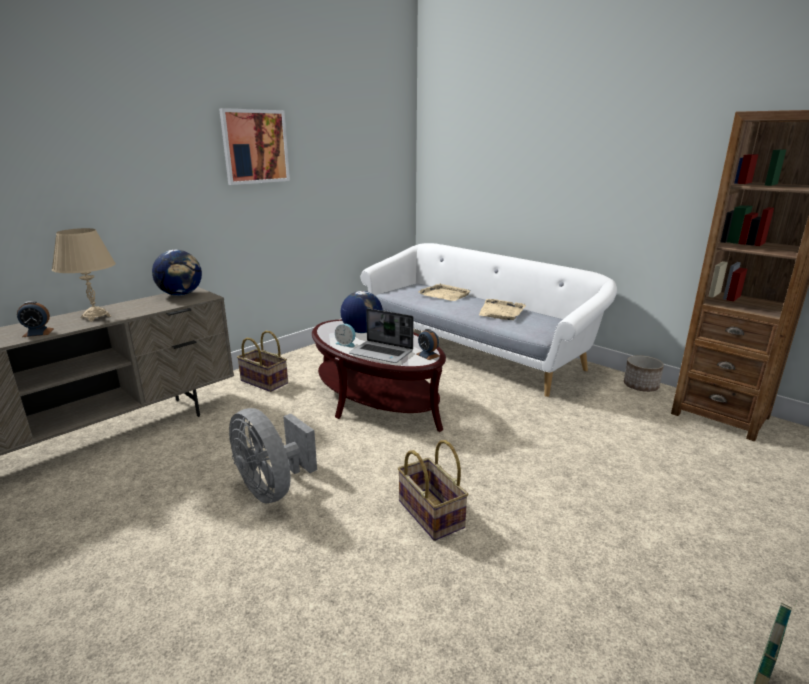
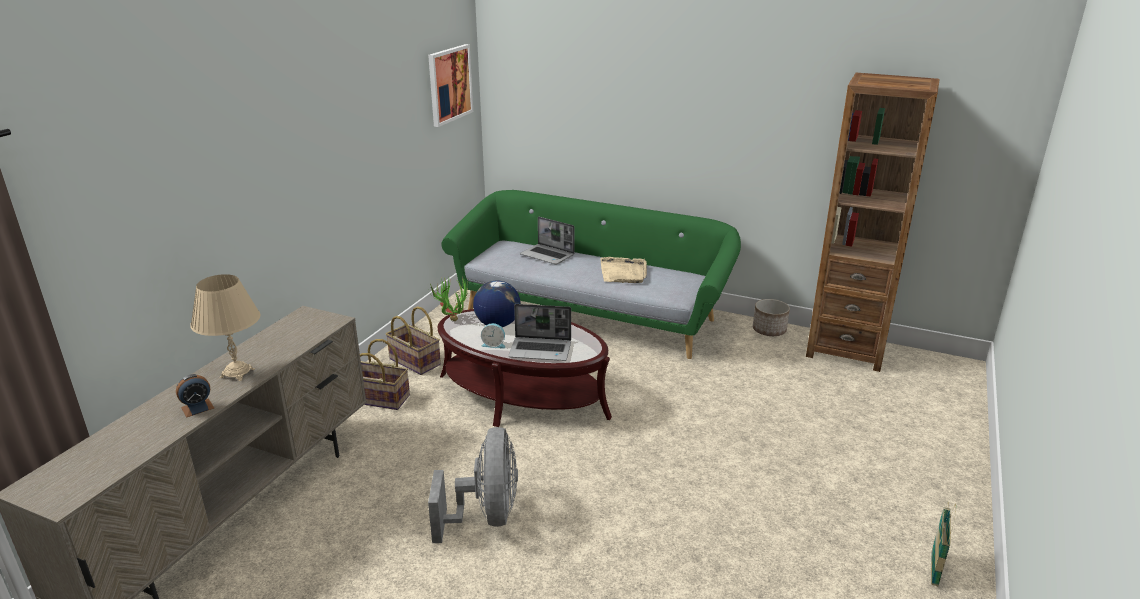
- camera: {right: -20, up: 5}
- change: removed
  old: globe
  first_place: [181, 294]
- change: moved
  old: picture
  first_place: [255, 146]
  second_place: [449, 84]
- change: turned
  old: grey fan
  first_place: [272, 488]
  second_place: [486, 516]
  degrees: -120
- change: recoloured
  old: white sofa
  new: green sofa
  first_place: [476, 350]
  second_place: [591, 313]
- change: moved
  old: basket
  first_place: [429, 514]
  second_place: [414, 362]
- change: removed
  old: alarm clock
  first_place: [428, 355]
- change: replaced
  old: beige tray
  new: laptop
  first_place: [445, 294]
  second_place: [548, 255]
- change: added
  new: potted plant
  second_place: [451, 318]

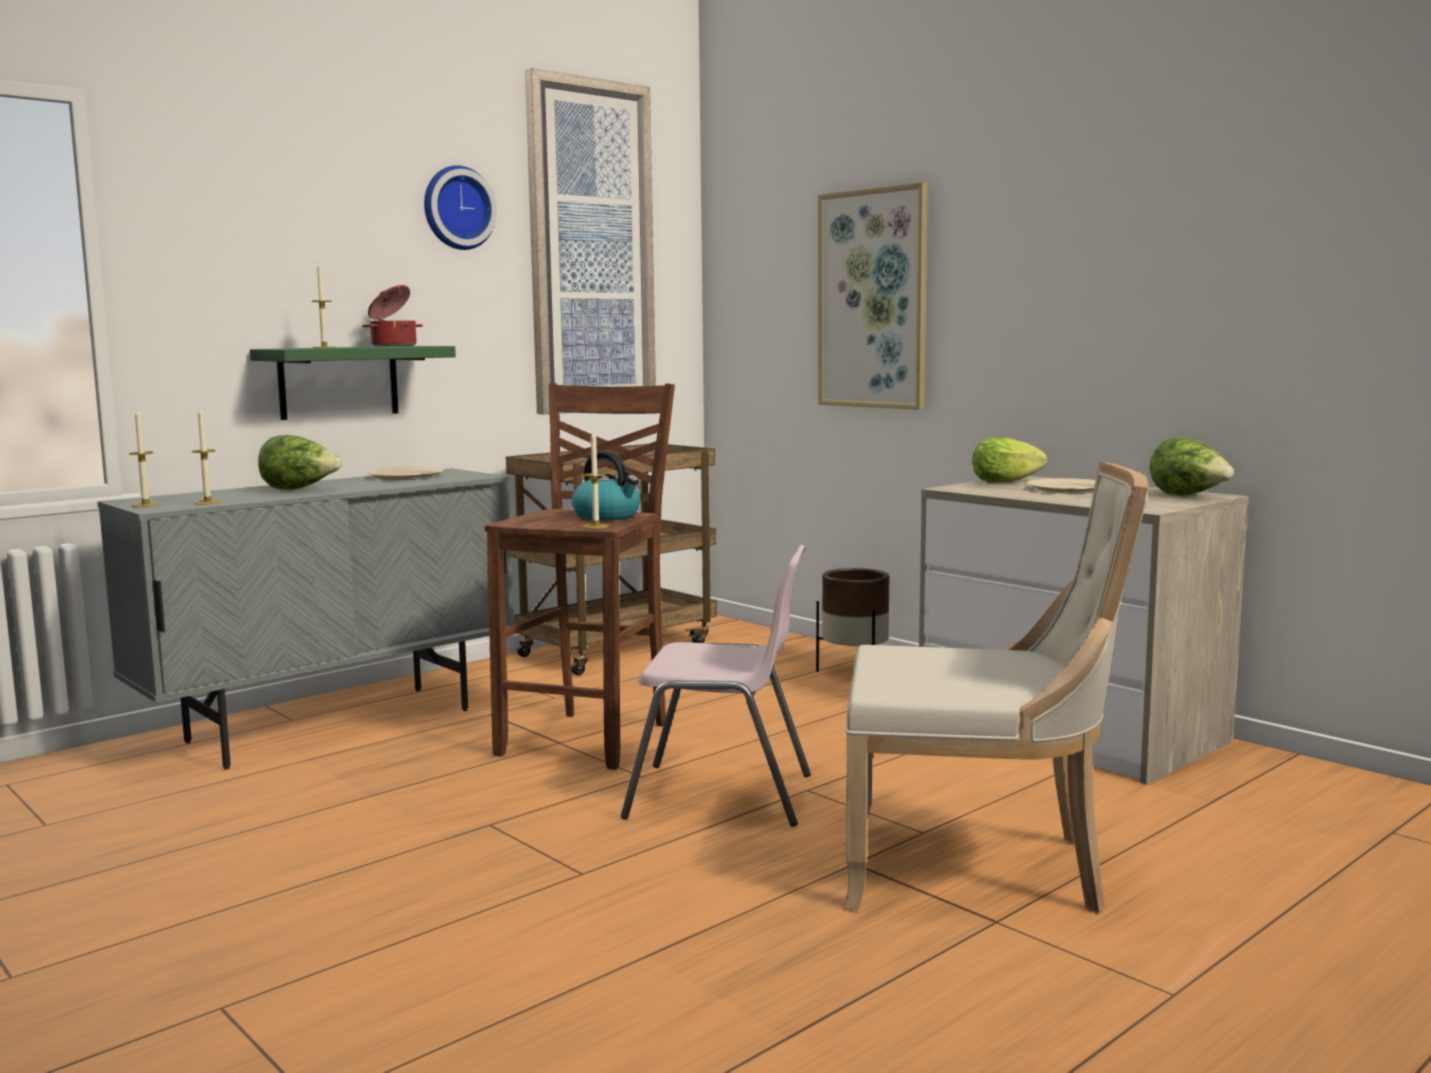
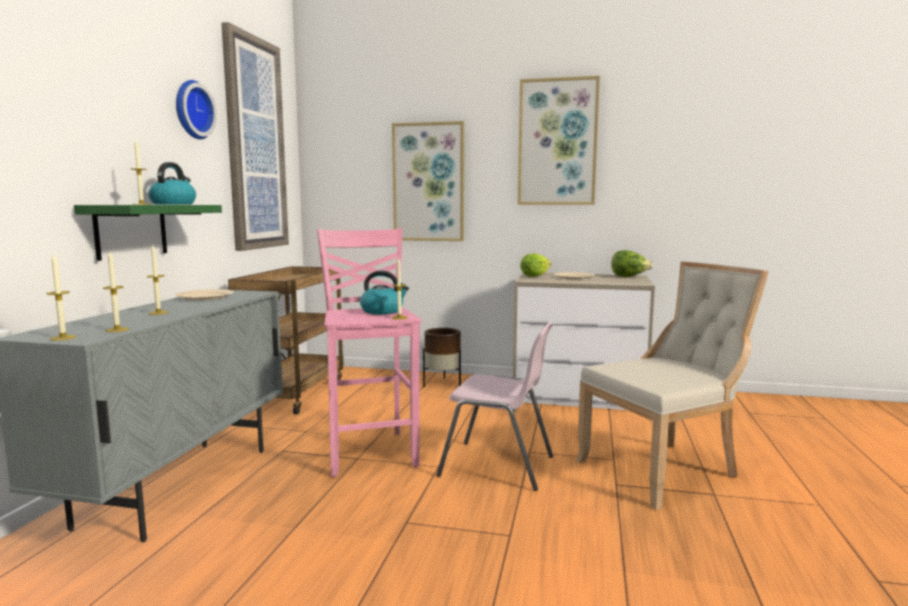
- camera: {right: -35, up: 0}
- change: replaced
  old: lettuce
  new: candle
  first_place: [299, 489]
  second_place: [158, 313]
- change: replaced
  old: cooking pot
  new: kettle
  first_place: [393, 346]
  second_place: [173, 204]
- change: recoloured
  old: brown stool
  new: pink stool
  first_place: [590, 738]
  second_place: [371, 451]
- change: turned
  old: pink chair
  first_place: [723, 796]
  second_place: [499, 466]
  degrees: 45
- change: added
  new: picture
  second_place: [557, 142]

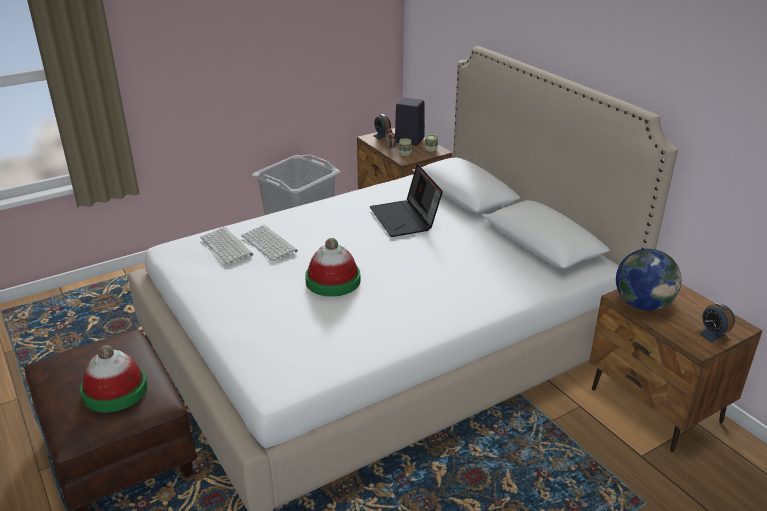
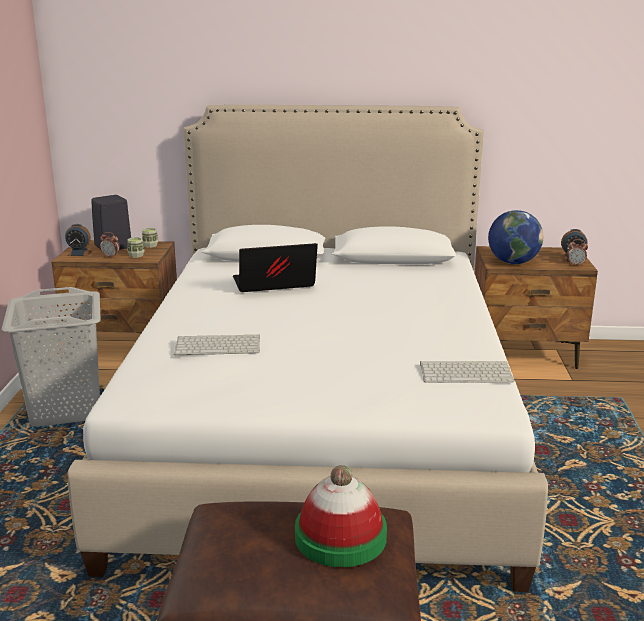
- camera: {right: -55, up: -10}
- change: moved
  old: keyboard
  first_place: [227, 246]
  second_place: [466, 372]
- change: removed
  old: hat
  first_place: [333, 281]
- change: turned
  old: laptop
  first_place: [405, 219]
  second_place: [273, 285]
  degrees: 150
- change: added
  new: alarm clock
  second_place: [575, 265]

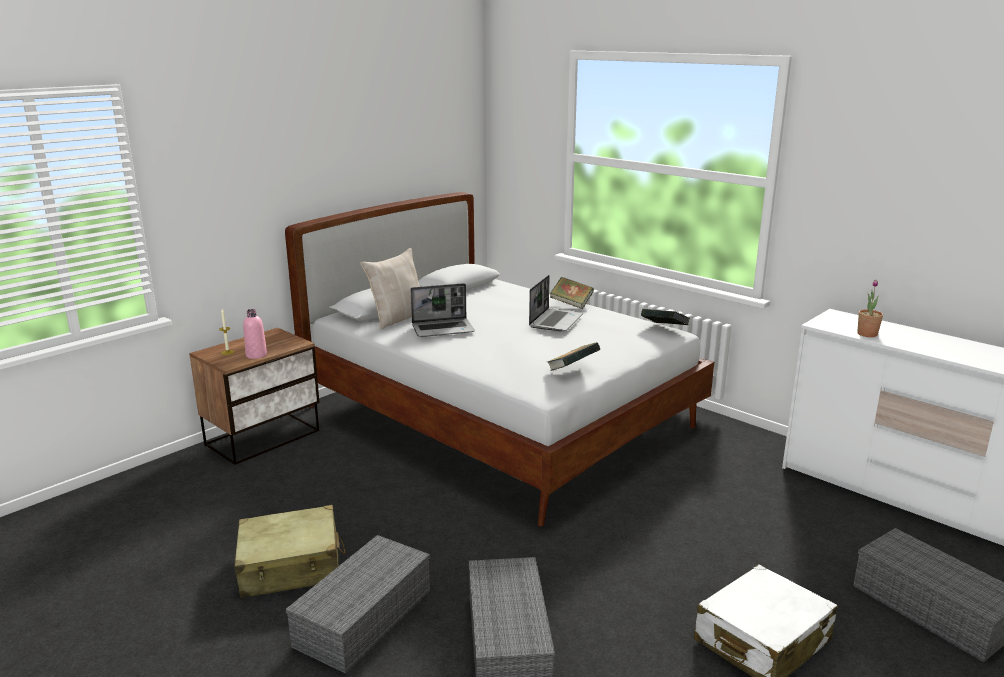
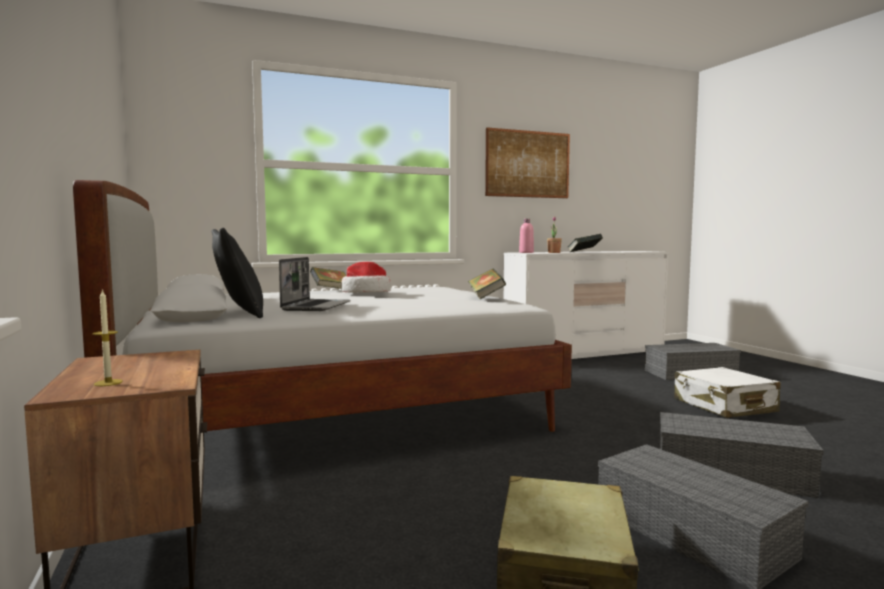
- camera: {right: -65, up: -15}
- change: moved
  old: pink bottle
  first_place: [256, 355]
  second_place: [526, 252]
- change: recoloured
  old: beige pillow
  new: black pillow
  first_place: [398, 318]
  second_place: [238, 313]
- change: replaced
  old: laptop
  new: hat
  first_place: [555, 321]
  second_place: [366, 293]
- change: moved
  old: book
  first_place: [664, 329]
  second_place: [584, 252]
- change: added
  new: picture
  second_place: [528, 164]

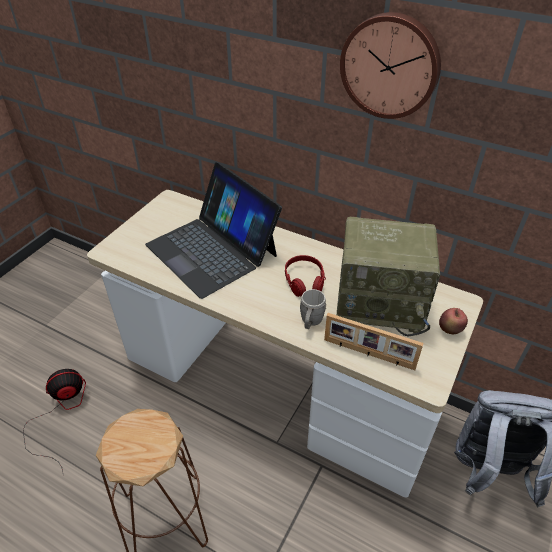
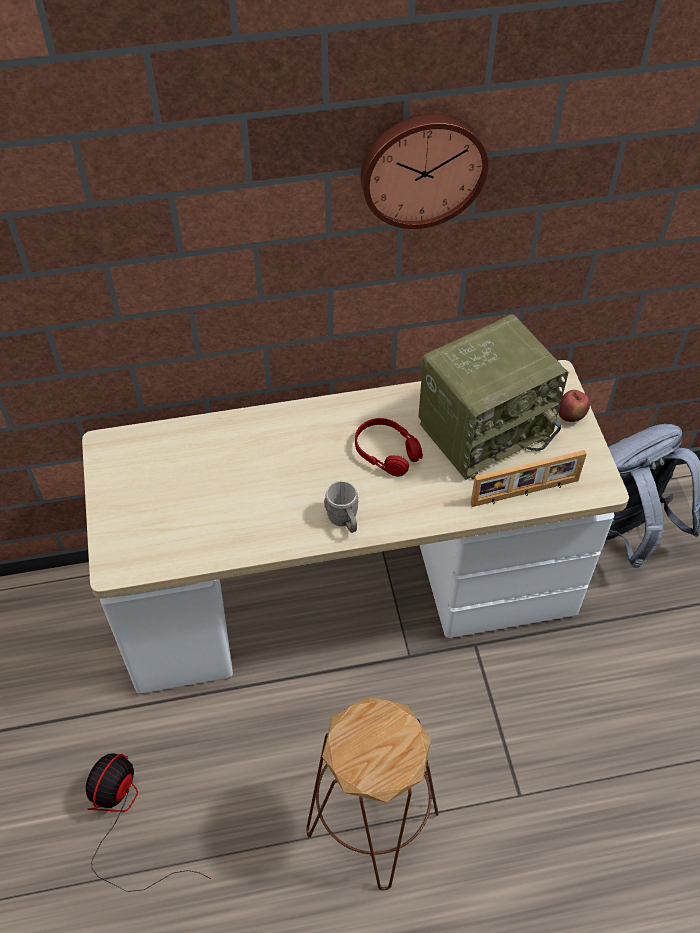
- camera: {right: -40, up: 10}
- change: removed
  old: laptop
  first_place: [212, 249]
- change: moved
  old: grey mug
  first_place: [310, 322]
  second_place: [344, 521]

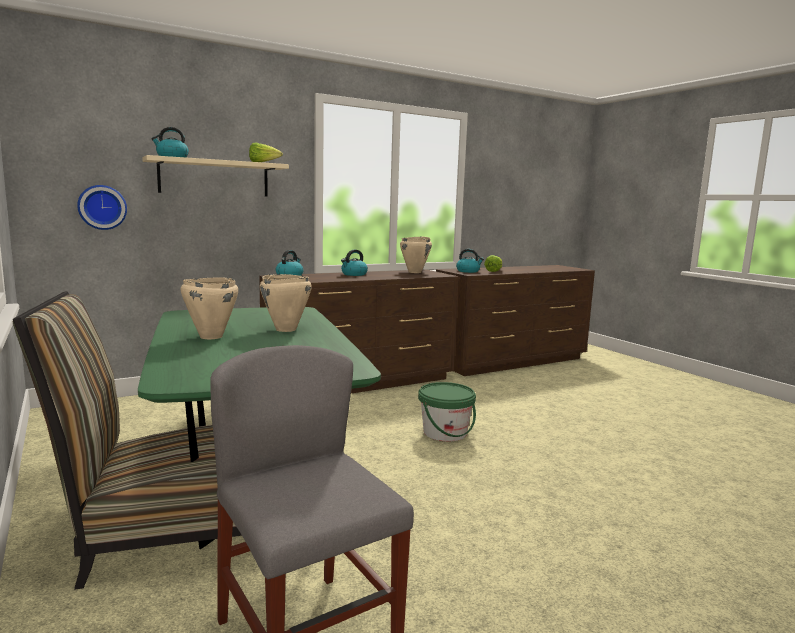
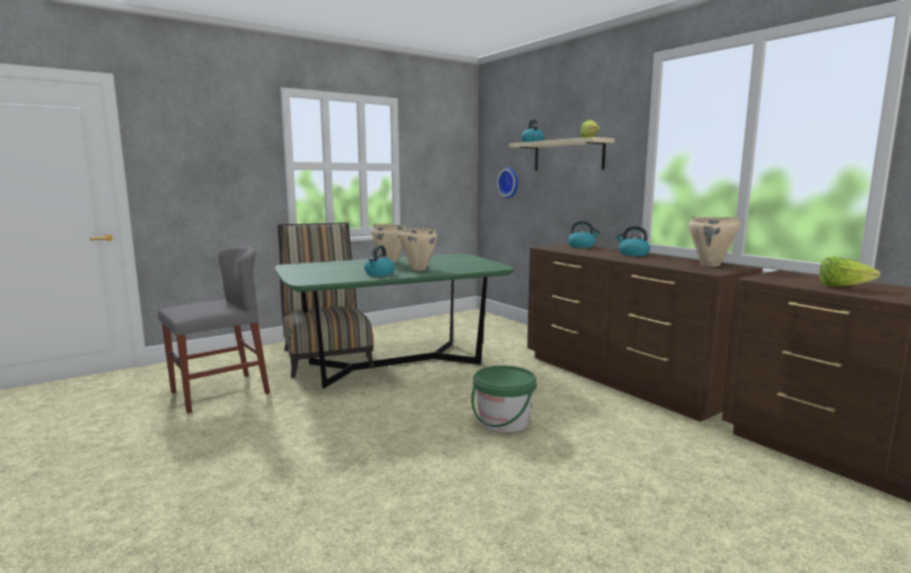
- camera: {right: 85, up: 0}
- change: moved
  old: kettle
  first_place: [468, 271]
  second_place: [379, 274]

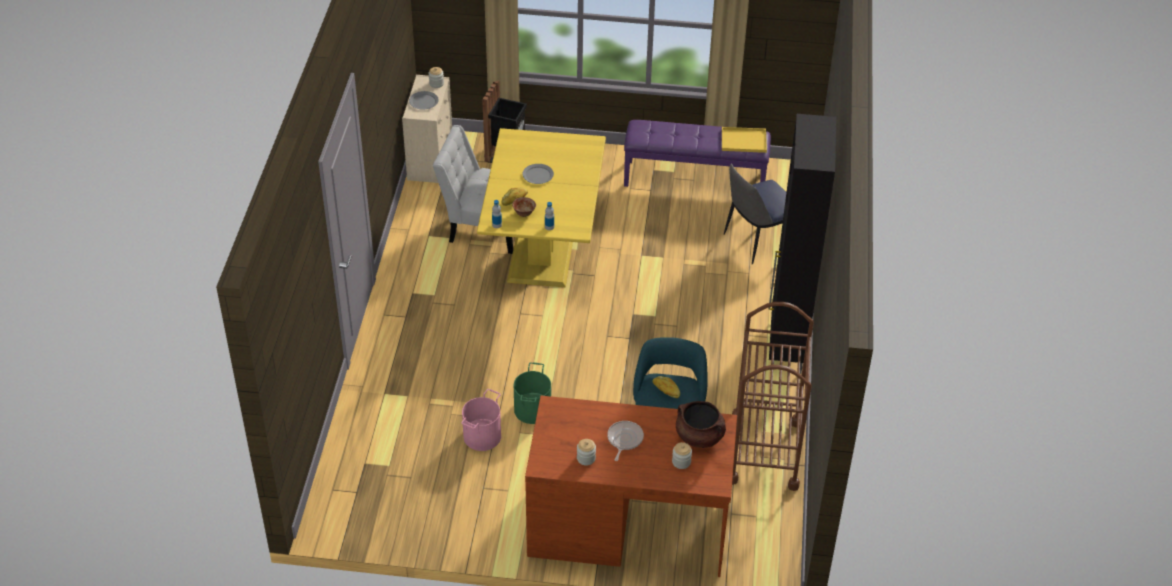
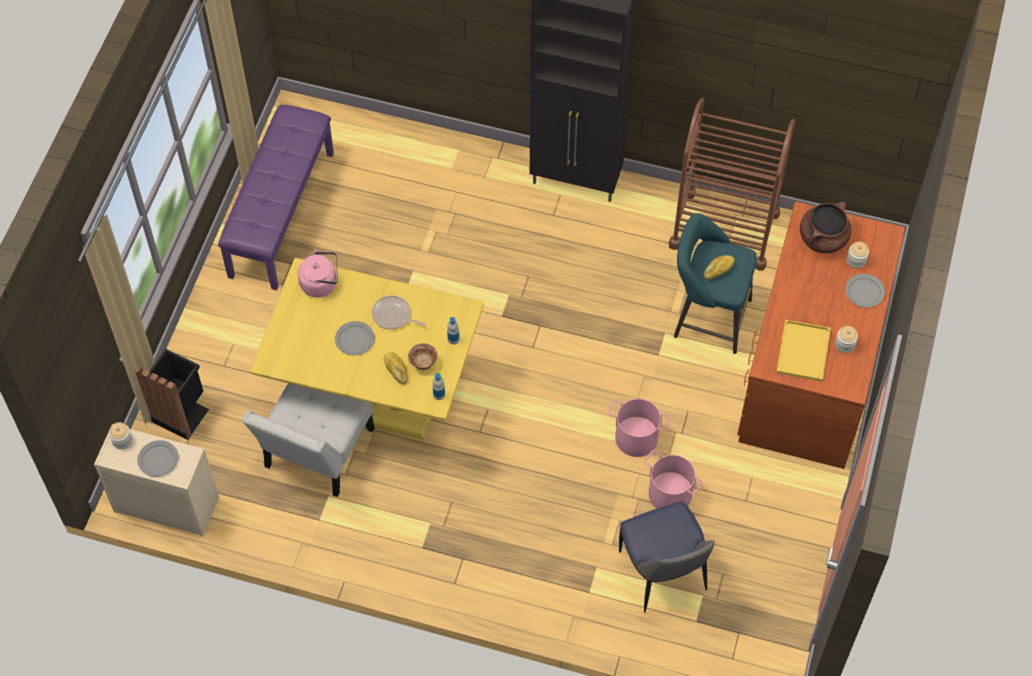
- camera: {right: -80, up: 15}
- change: recoloured
  old: green bucket
  new: pink bucket
  first_place: [532, 409]
  second_place: [636, 438]
- change: moved
  old: frying pan
  first_place: [624, 439]
  second_place: [393, 316]
- change: moved
  old: yellow tray
  first_place: [744, 140]
  second_place: [802, 350]
- change: moved
  old: chair
  first_place: [757, 241]
  second_place: [663, 574]
- change: added
  new: pink kettle
  second_place: [321, 283]
- change: added
  new: grey plate
  second_place: [864, 292]

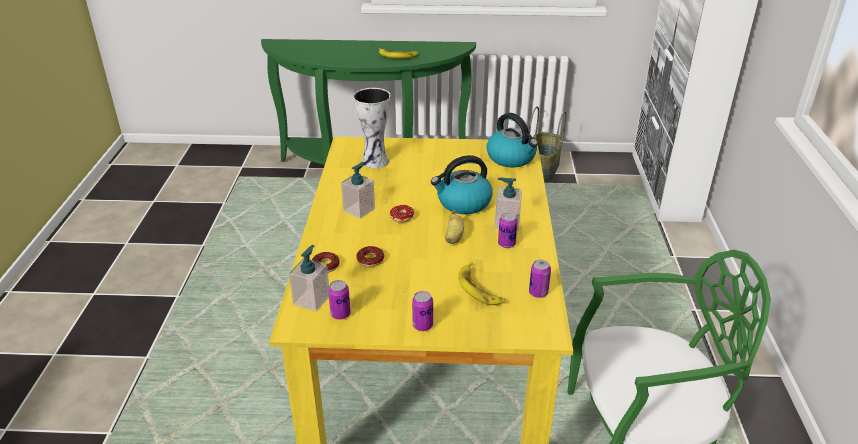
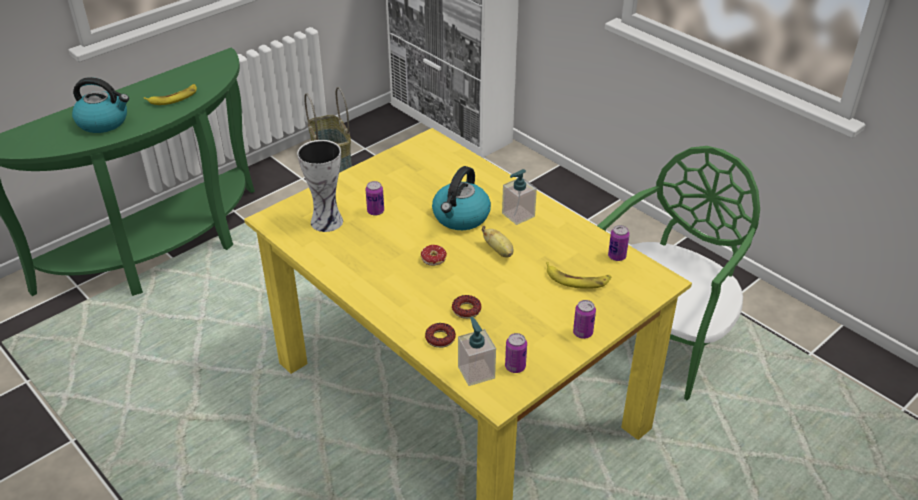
- camera: {right: -45, up: 5}
- change: removed
  old: soap dispenser
  first_place: [359, 210]
- change: moved
  old: kettle
  first_place: [512, 158]
  second_place: [104, 122]
- change: moved
  old: can
  first_place: [506, 244]
  second_place: [375, 211]

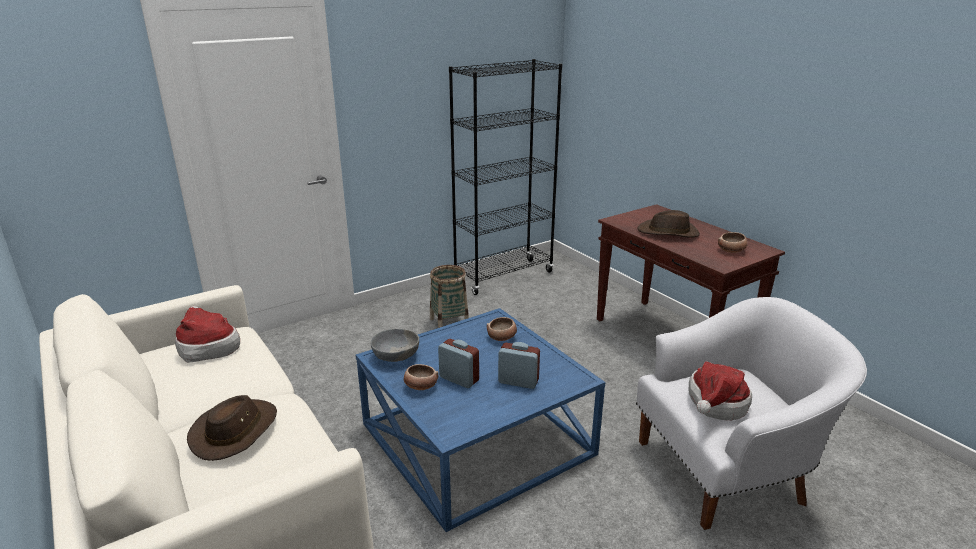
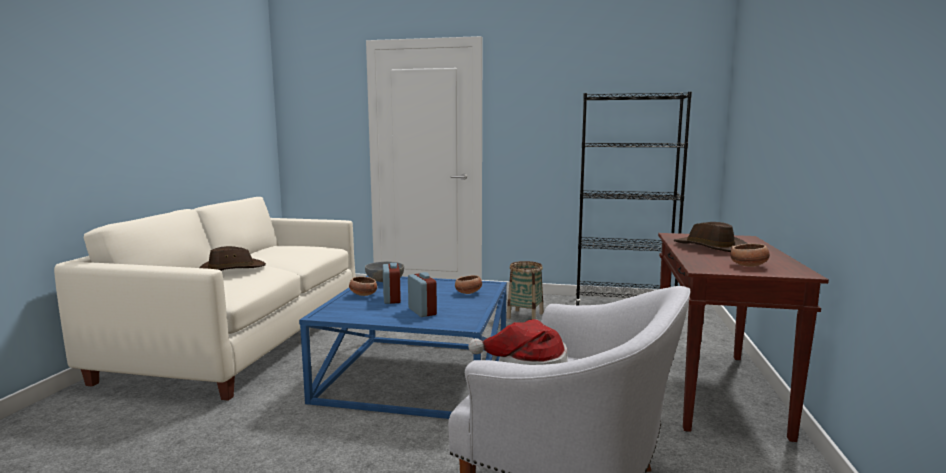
- camera: {right: 45, up: -15}
- change: removed
  old: hat
  first_place: [207, 347]

